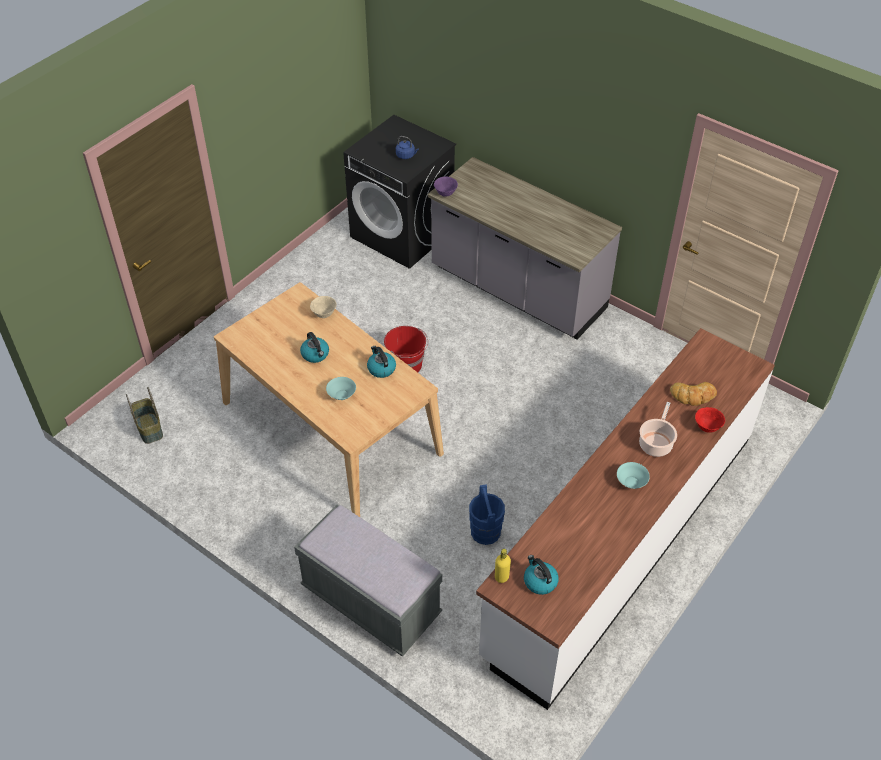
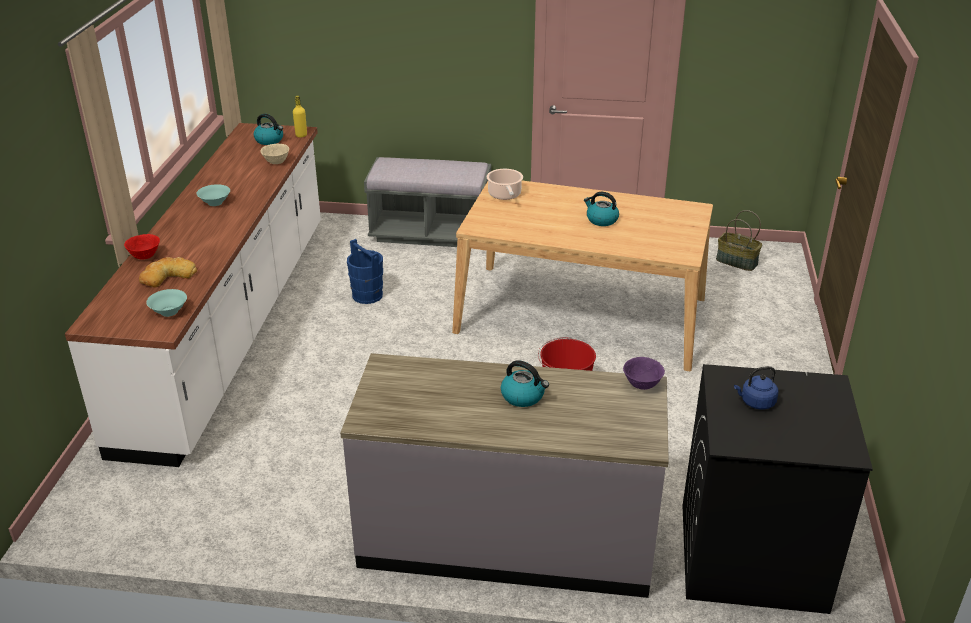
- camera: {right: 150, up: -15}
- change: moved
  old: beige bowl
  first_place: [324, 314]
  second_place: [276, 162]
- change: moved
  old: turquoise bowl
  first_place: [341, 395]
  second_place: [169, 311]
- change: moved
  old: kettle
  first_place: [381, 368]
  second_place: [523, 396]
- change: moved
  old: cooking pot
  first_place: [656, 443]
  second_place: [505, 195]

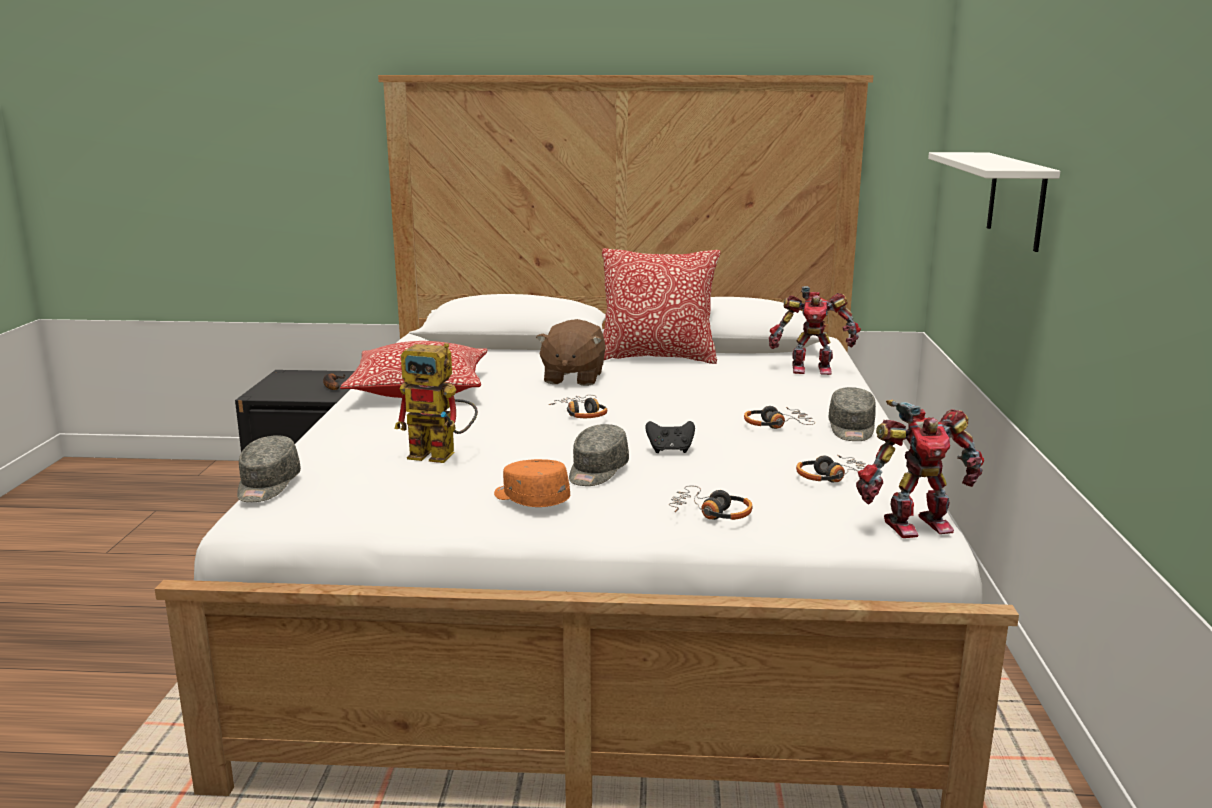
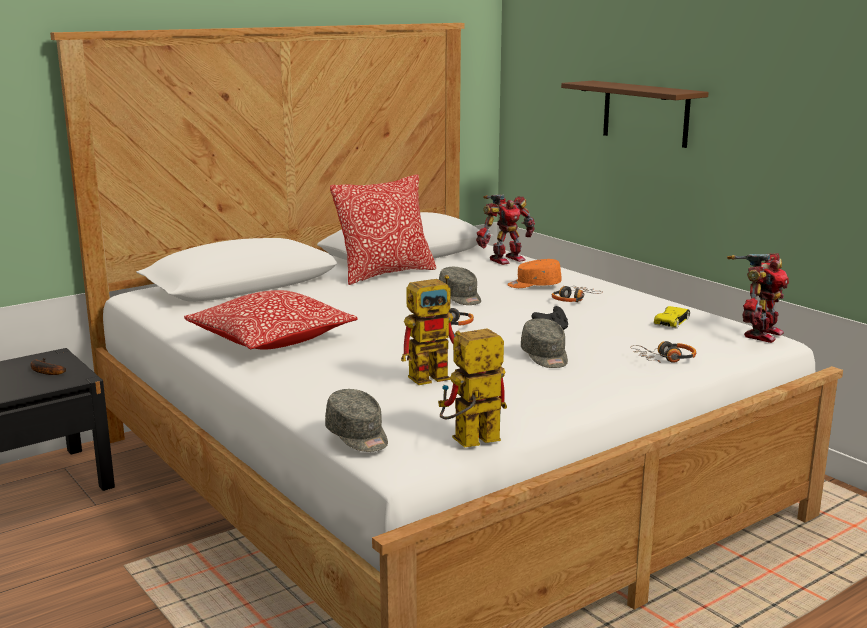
- camera: {right: -40, up: 0}
- change: moved
  old: orange cap
  first_place: [530, 499]
  second_place: [534, 285]
- change: removed
  old: brown plush toy
  first_place: [572, 378]
- change: replaced
  old: headphones
  new: yellow toy car
  first_place: [833, 477]
  second_place: [672, 321]
- change: moved
  old: grey cap
  first_place: [851, 429]
  second_place: [460, 297]
- change: recoloured
  old: white shelf
  new: brown shelf
  first_place: [1016, 200]
  second_place: [645, 113]
- change: added
  new: toy robot
  second_place: [469, 443]

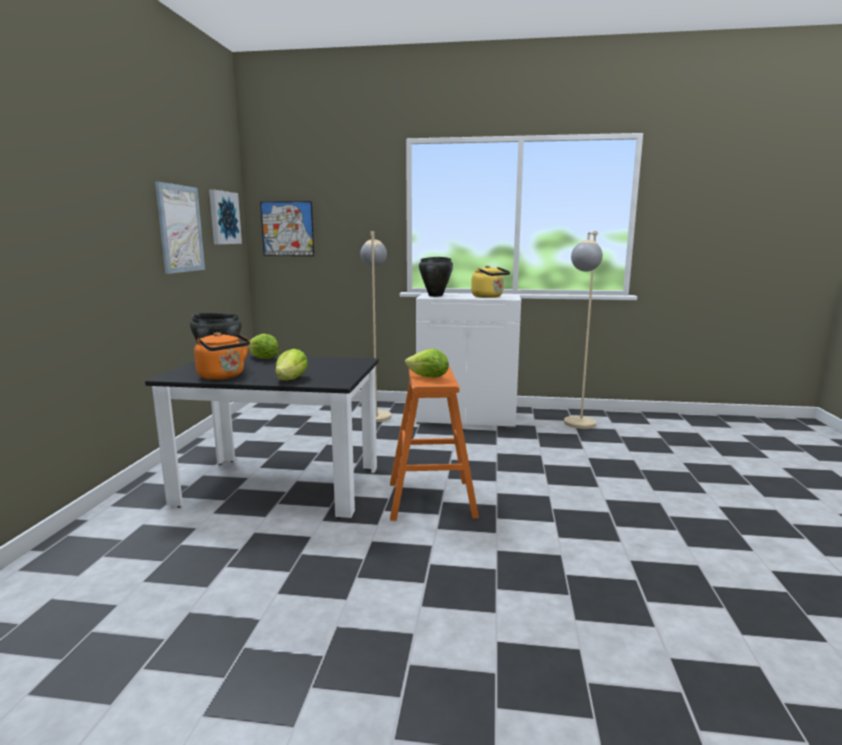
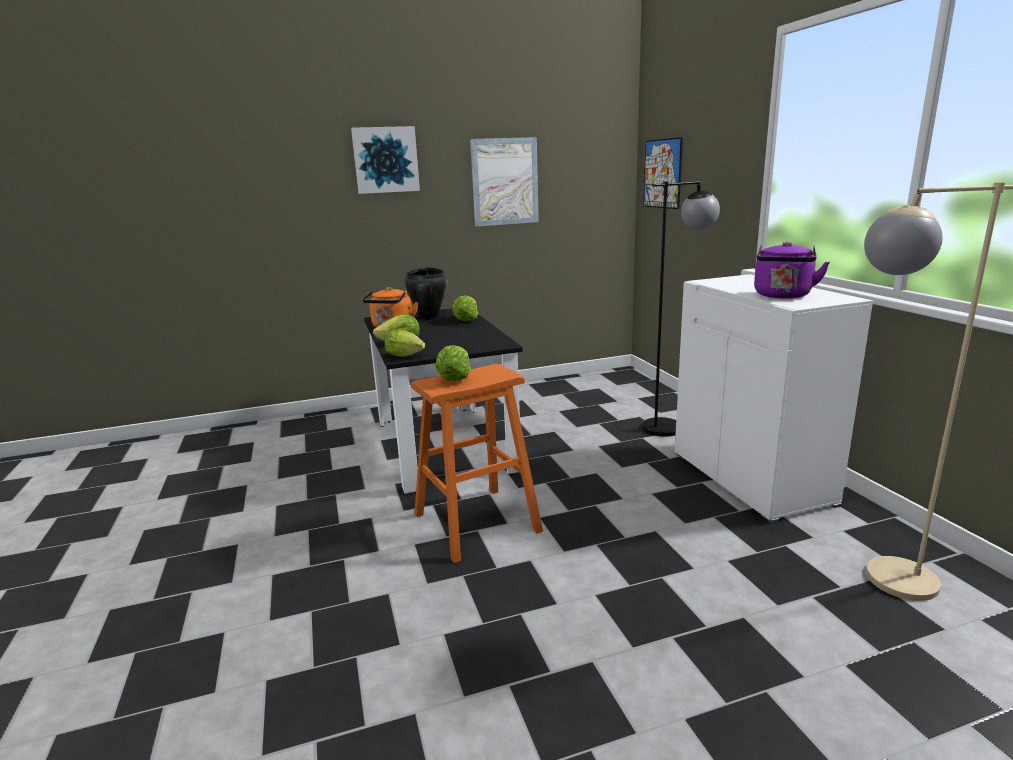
- camera: {right: 65, up: 5}
- change: moved
  old: picture
  first_place: [224, 218]
  second_place: [386, 160]
- change: recoloured
  old: beige floor lamp
  new: black floor lamp
  first_place: [376, 413]
  second_place: [672, 425]
- change: removed
  old: black cooking pot
  first_place: [436, 295]
- change: recoloured
  old: yellow kettle
  new: purple kettle
  first_place: [489, 297]
  second_place: [782, 296]
- change: added
  new: lettuce
  second_place: [406, 356]

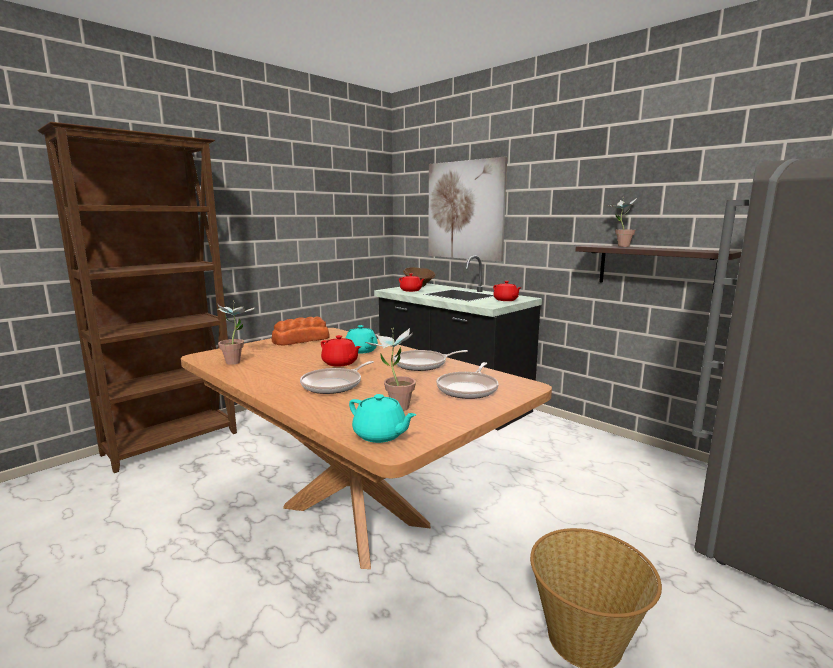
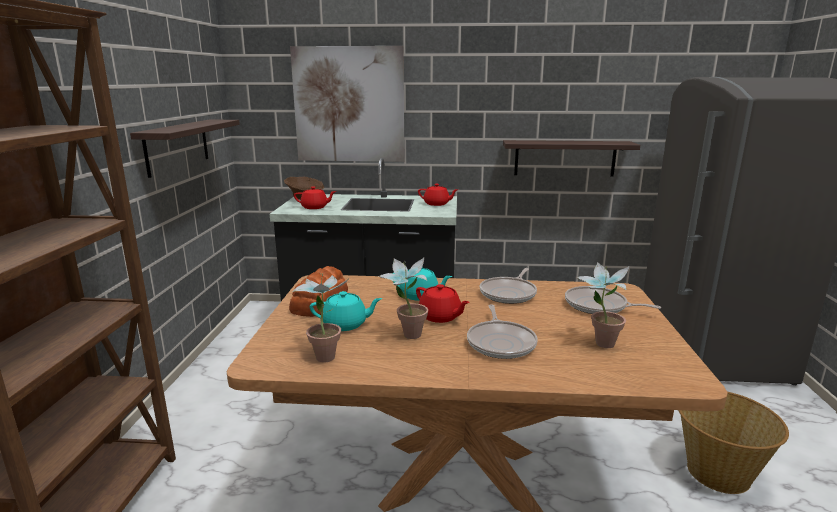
- camera: {right: -40, up: 5}
- change: turned
  old: red teapot
  first_place: [340, 363]
  second_place: [440, 317]
  degrees: 45
- change: moved
  old: turquoise teapot
  first_place: [380, 435]
  second_place: [345, 324]
- change: turned
  old: frying pan
  first_place: [468, 389]
  second_place: [598, 306]
  degrees: 135
- change: moved
  old: potted plant
  first_place: [619, 246]
  second_place: [406, 336]
- change: added
  new: shelf
  second_place: [177, 146]

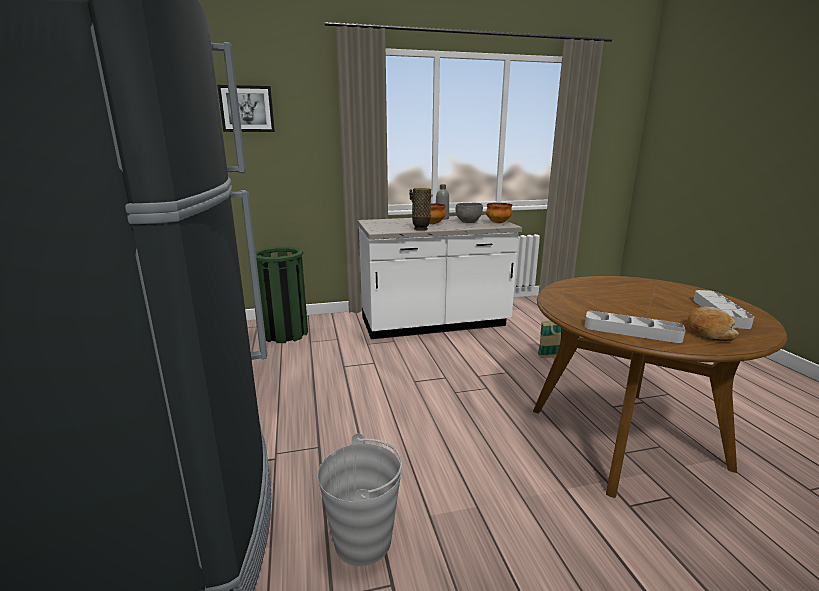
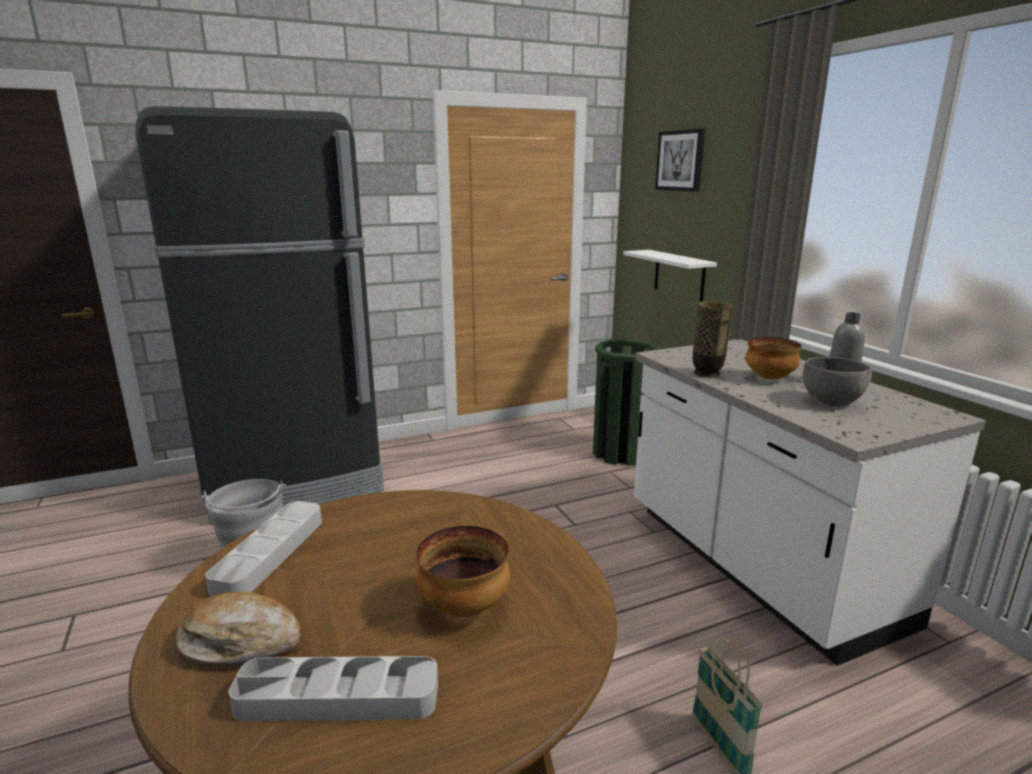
- camera: {right: 80, up: 0}
- change: moved
  old: bowl
  first_place: [498, 223]
  second_place: [465, 607]
- change: added
  new: white shelf
  second_place: [679, 275]

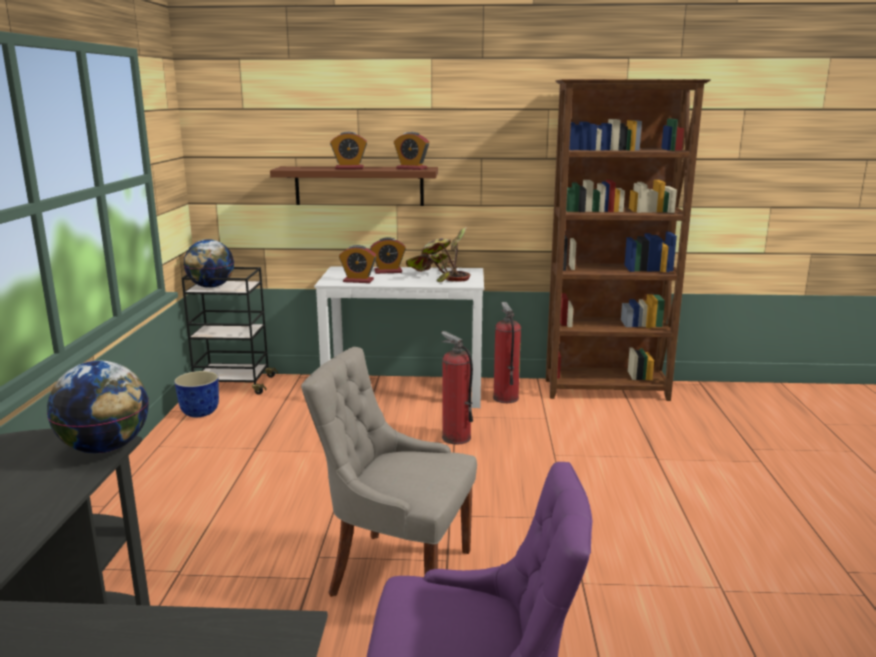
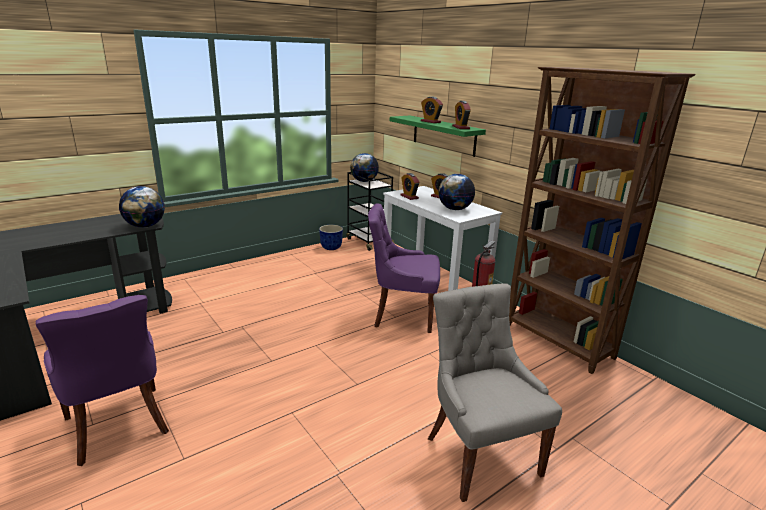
- camera: {right: 50, up: 5}
- change: recoloured
  old: brown shelf
  new: green shelf
  first_place: [359, 186]
  second_place: [443, 135]
- change: moved
  old: grey chair
  first_place: [397, 572]
  second_place: [479, 454]
- change: replaced
  old: potted plant
  new: globe
  first_place: [439, 278]
  second_place: [454, 209]
- change: replaced
  old: fire extinguisher
  new: purple chair
  first_place: [456, 438]
  second_place: [402, 315]

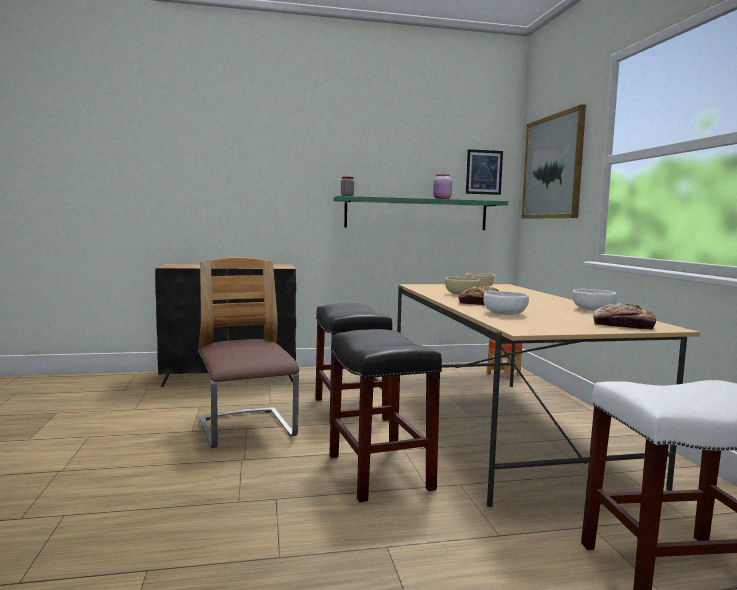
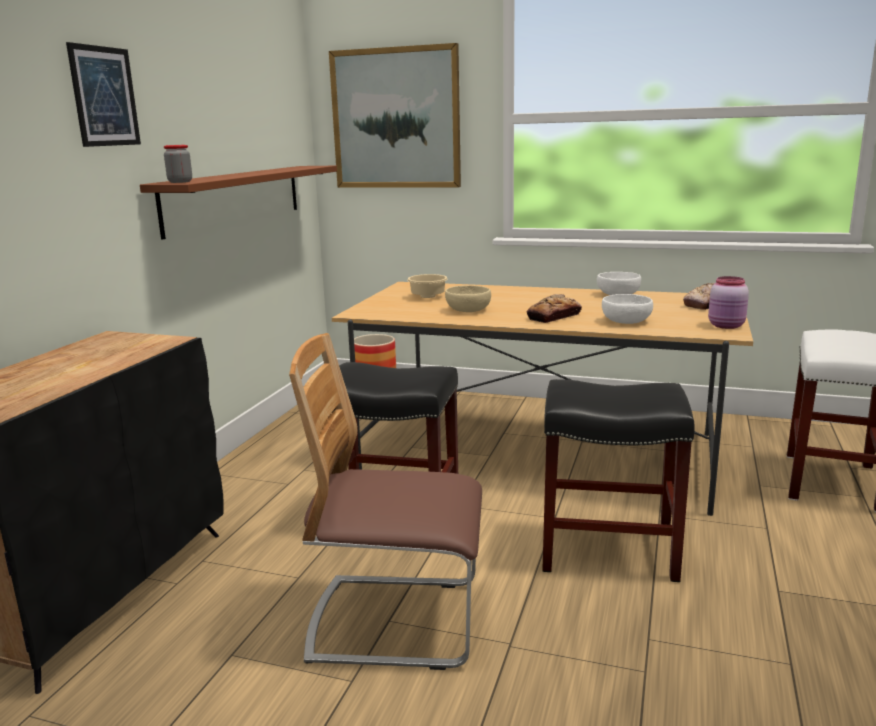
- camera: {right: -60, up: 10}
- change: recoloured
  old: green shelf
  new: brown shelf
  first_place: [416, 214]
  second_place: [235, 198]
- change: moved
  old: pink jar
  first_place: [441, 199]
  second_place: [727, 326]
- change: moved
  old: picture
  first_place: [484, 172]
  second_place: [104, 96]

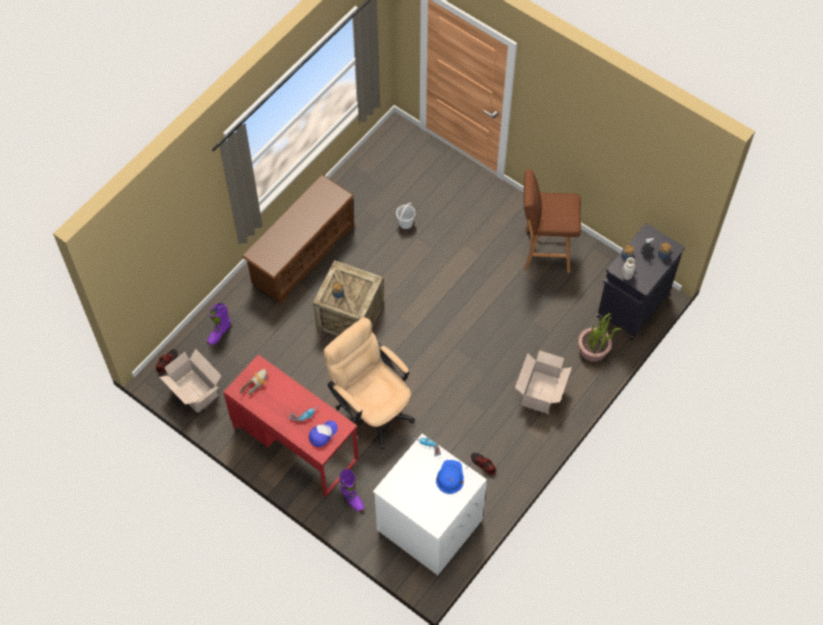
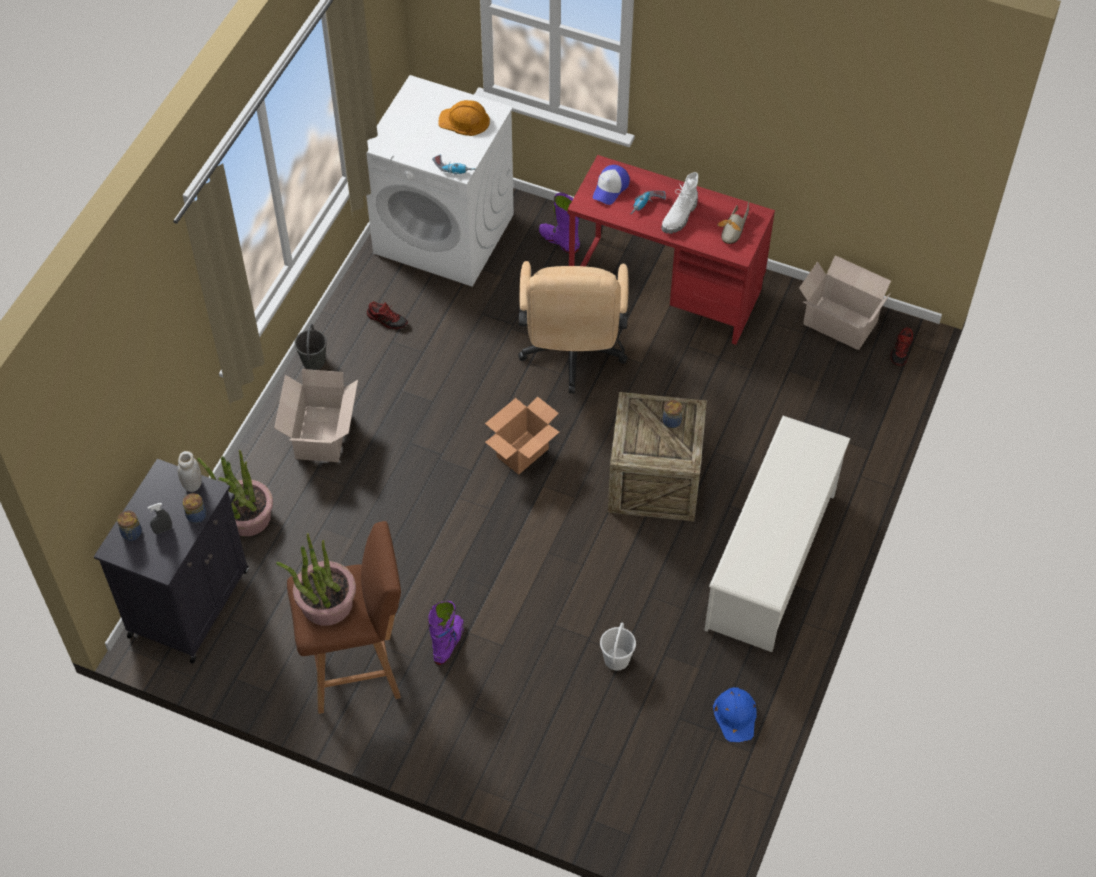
- camera: {right: 165, up: -5}
- change: moved
  old: purple boot
  first_place: [219, 333]
  second_place: [448, 643]
- change: recoloured
  old: brown shoe rack
  new: white shoe rack
  first_place: [302, 254]
  second_place: [771, 560]
- change: turned
  old: beige office chair
  first_place: [371, 408]
  second_place: [572, 356]
  degrees: 60
- change: moved
  old: blue hard hat
  first_place: [450, 477]
  second_place: [736, 715]
- change: added
  new: potted plant
  second_place: [326, 603]
- change: added
  new: grey bucket
  second_place: [313, 360]
- change: added
  new: orange hard hat
  second_place: [464, 121]
- change: added
  new: cardboard box
  second_place: [522, 453]
- change: added
  new: white boot
  second_place: [680, 217]

